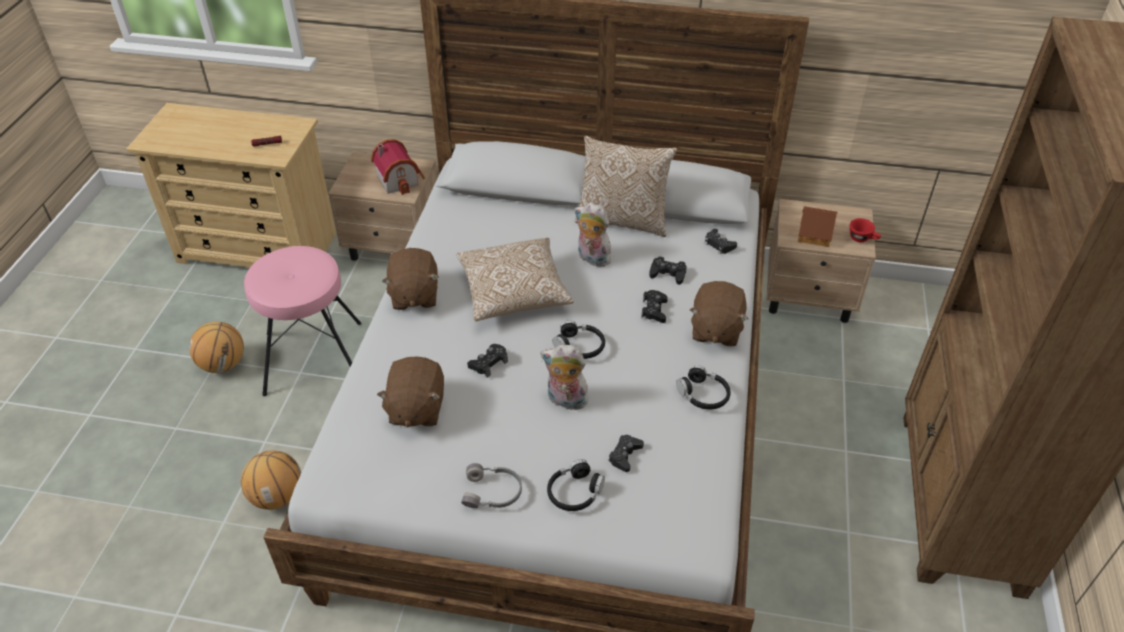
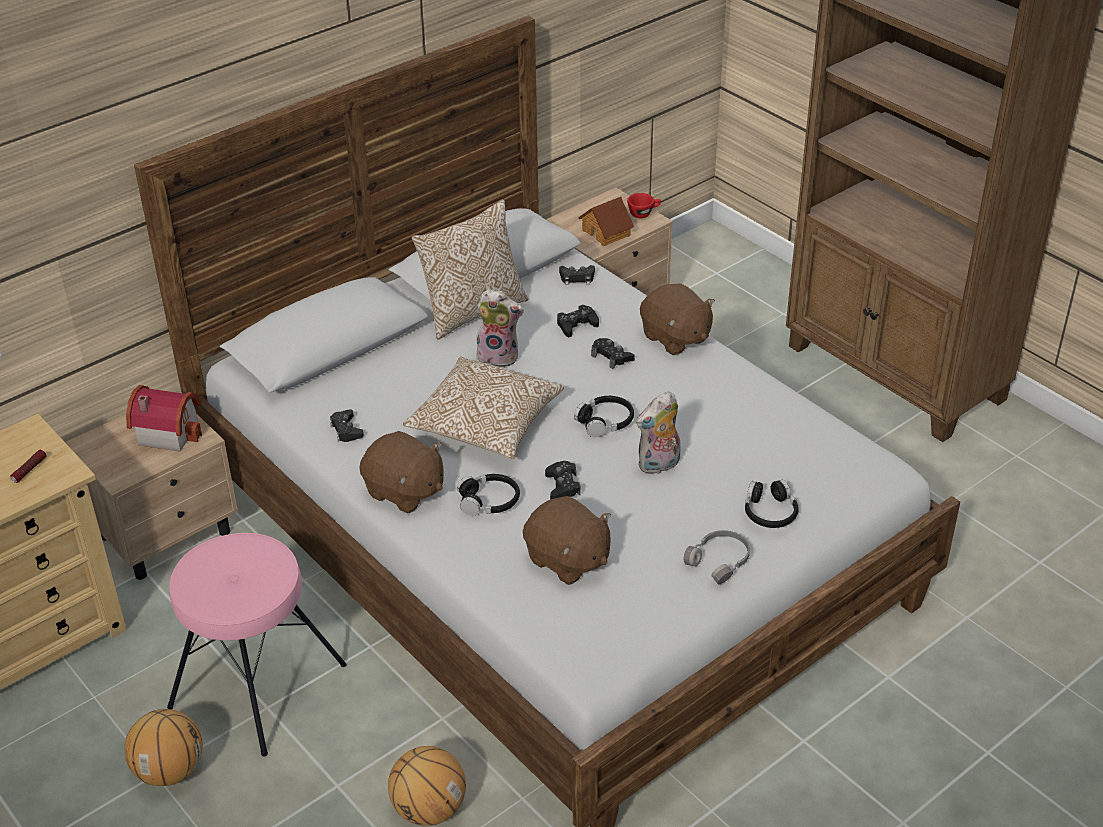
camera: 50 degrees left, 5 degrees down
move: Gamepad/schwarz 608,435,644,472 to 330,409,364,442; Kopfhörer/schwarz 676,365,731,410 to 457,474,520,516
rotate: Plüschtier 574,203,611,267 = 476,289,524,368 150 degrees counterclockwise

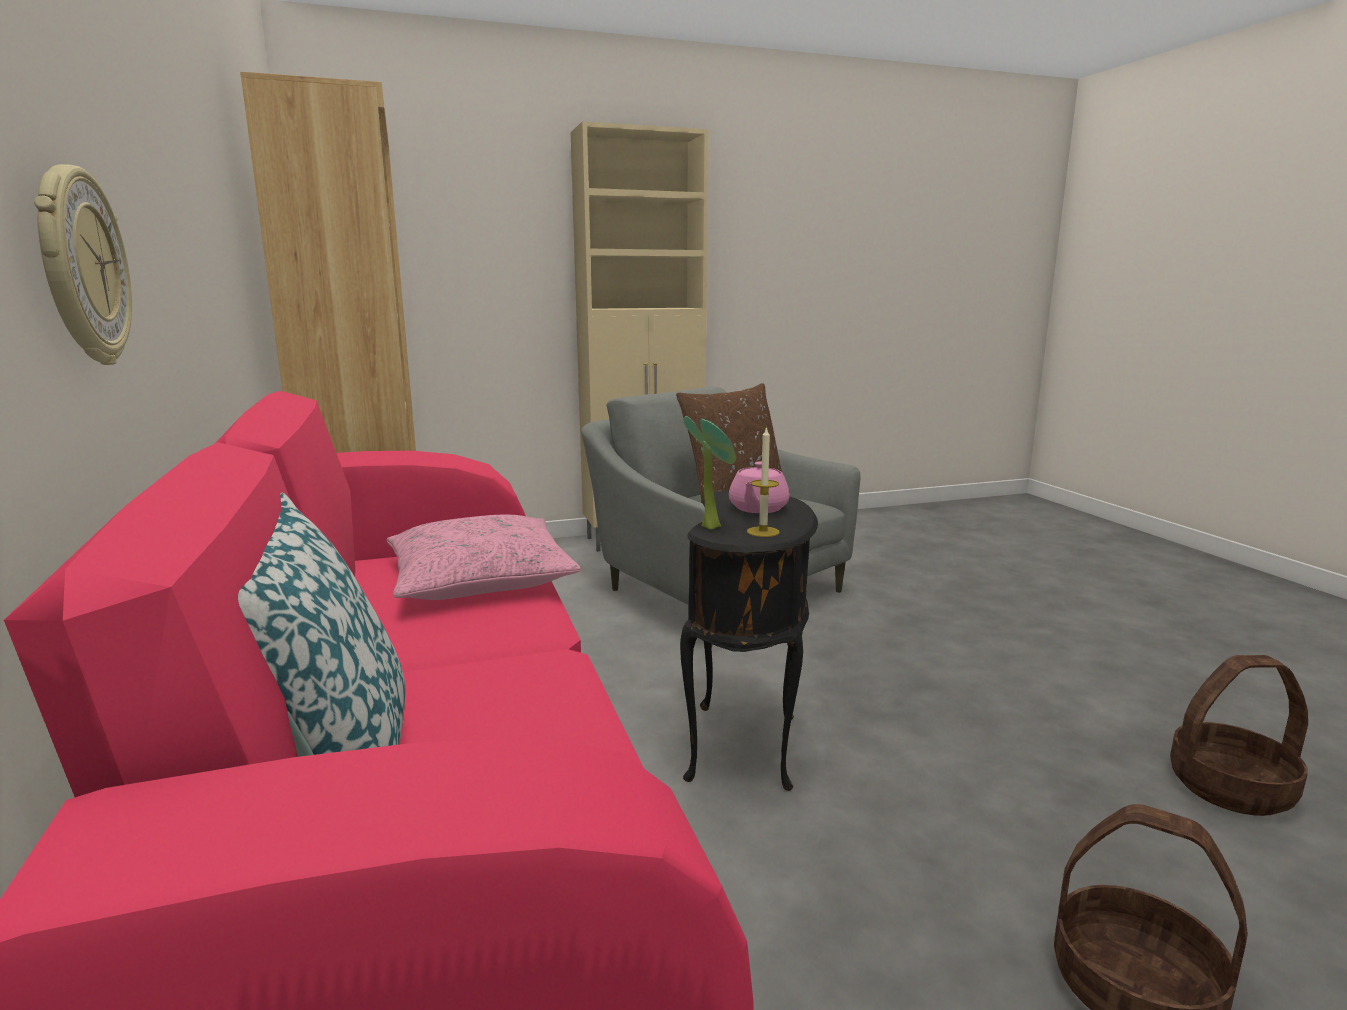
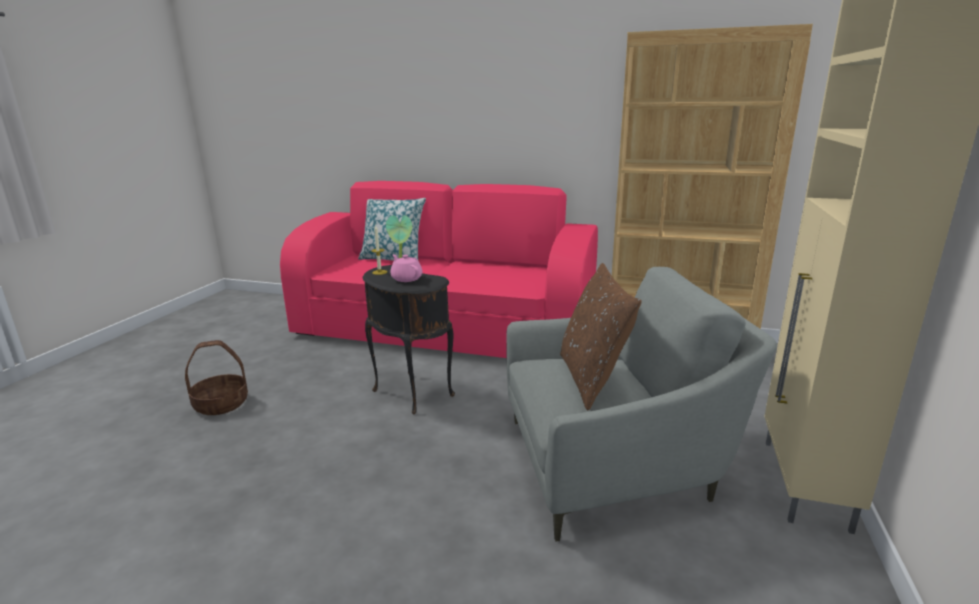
camera: 125 degrees right, 5 degrees up
delete: Wanduhr 34,164,132,365; Kissen/rosa 386,514,581,600; Korb 1170,655,1308,816

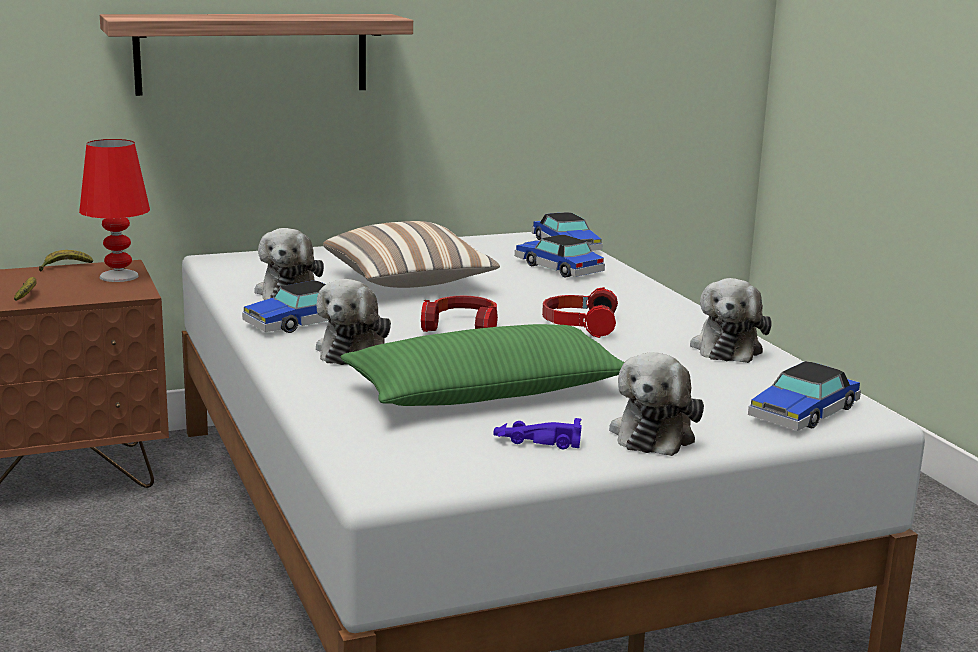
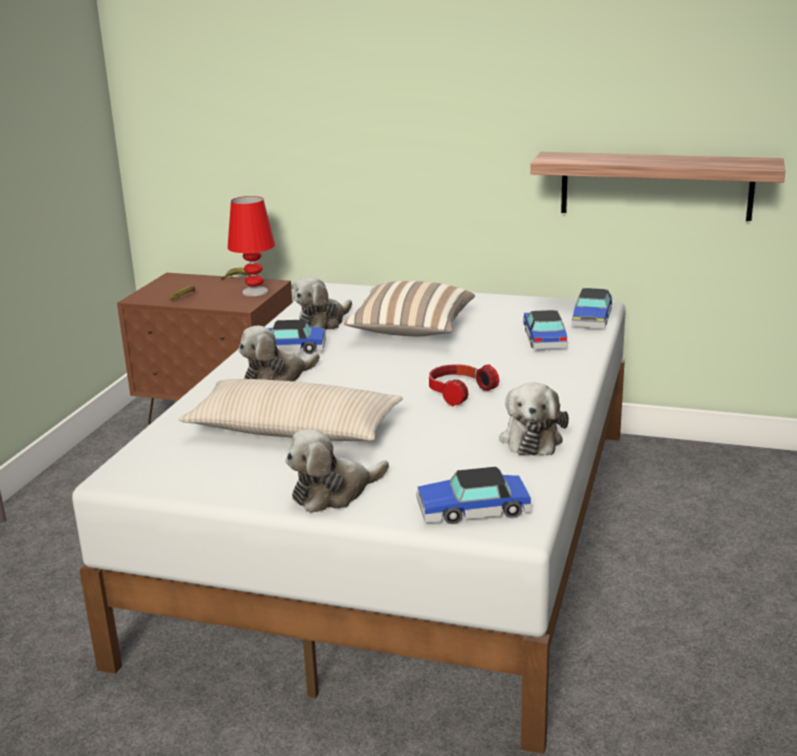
camera: 40 degrees right, 5 degrees up
delete: Kopfhörer 421,295,498,332; Spielzeugauto/lila 493,418,582,449
move: Wandregal 100,14,413,96 to 530,152,785,221
recolor: Kissen/grün 341,324,624,406 to Kissen/beige 178,379,403,441
rotate: Plüschtier 690,278,772,363 = 499,383,569,455 45 degrees counterclockwise

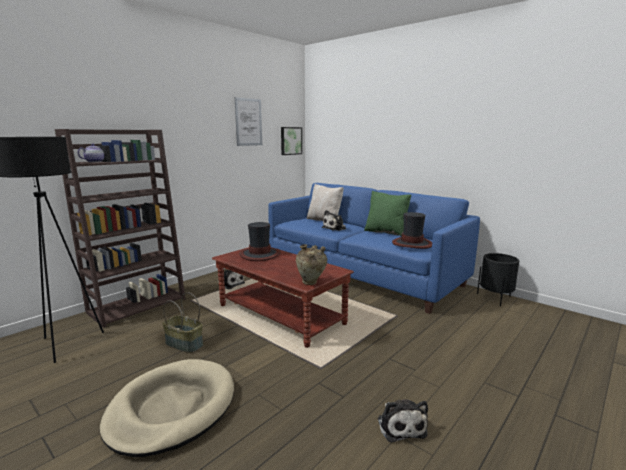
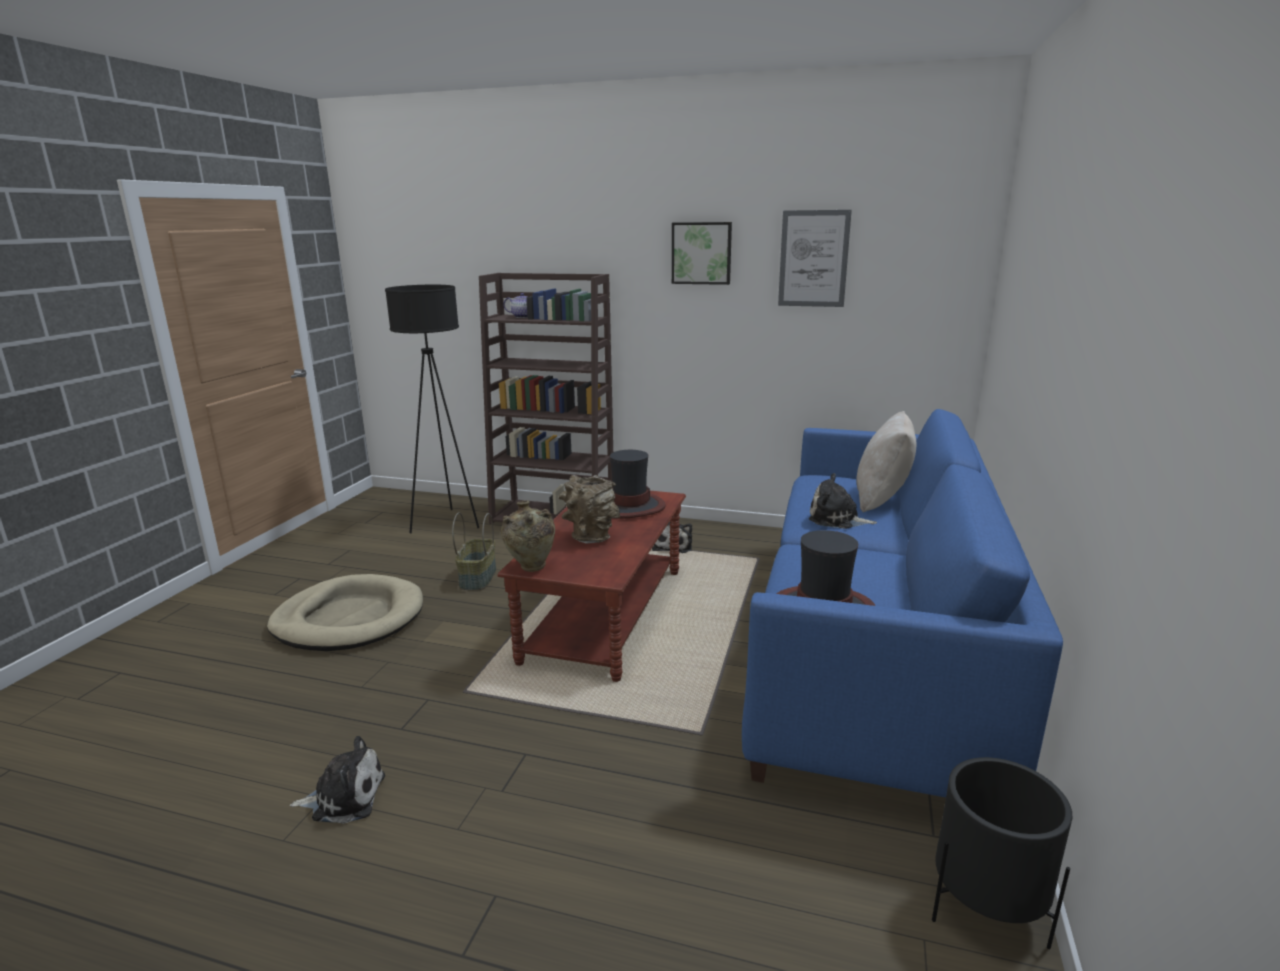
camera: 65 degrees right, 5 degrees up
delete: Kissen/grün 364,191,411,236
insert: Vase/braun 558,475,620,544
move: Bild 281,127,302,155 to 672,222,732,285
rotate: Plüschtier 378,399,428,442 = 290,736,385,824 150 degrees counterclockwise

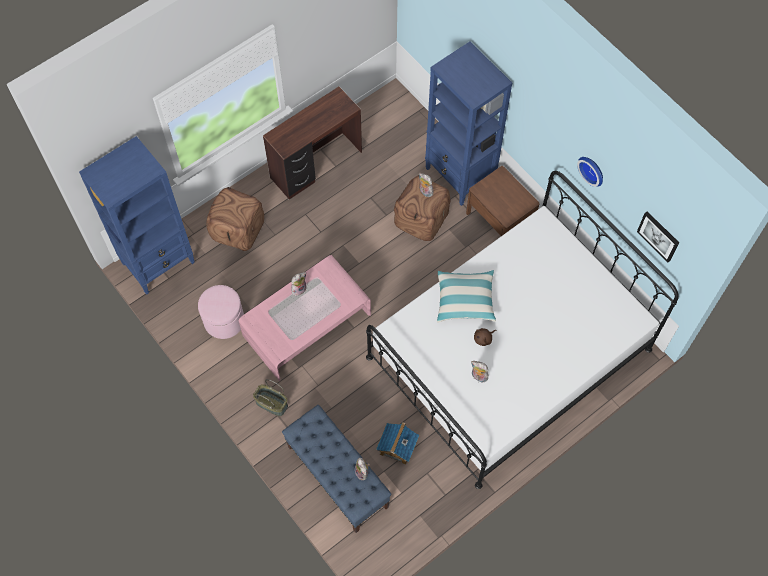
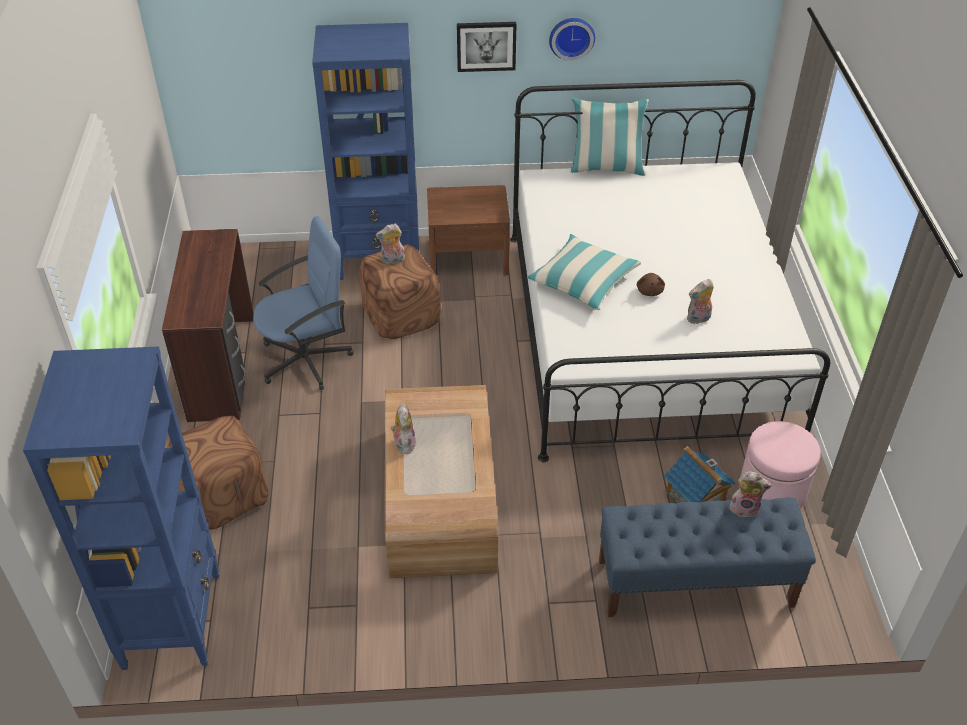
camera: 55 degrees left, 20 degrees down
delete: Korb 253,379,288,416
insert: Bürostuhl/blau 253,216,354,390; Kissen 571,98,649,176
move: Bild 637,211,679,262 to 457,22,516,72; Polsterhocker/rosa 198,285,244,339 to 739,421,821,508
recolor: Couchtisch/rosa 239,255,371,381 to Couchtisch/braun 385,385,498,578

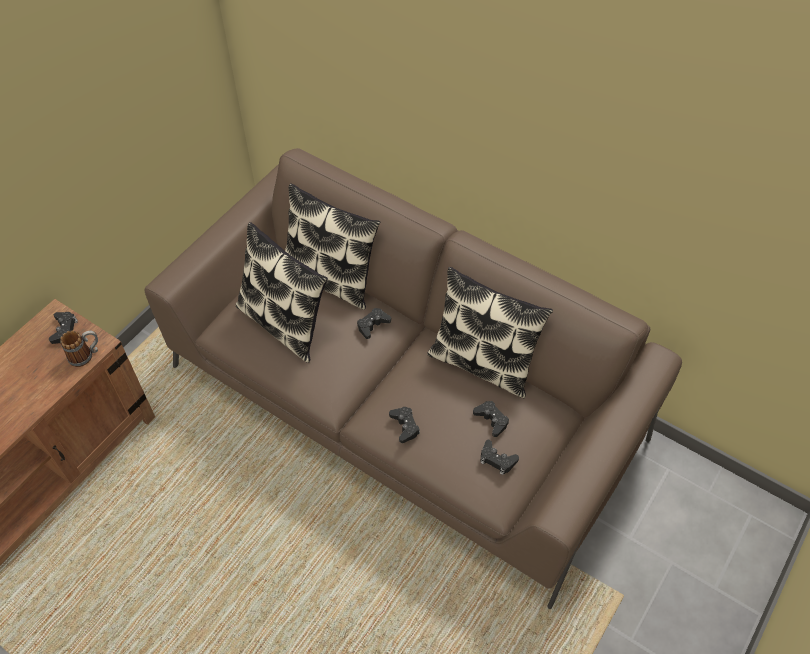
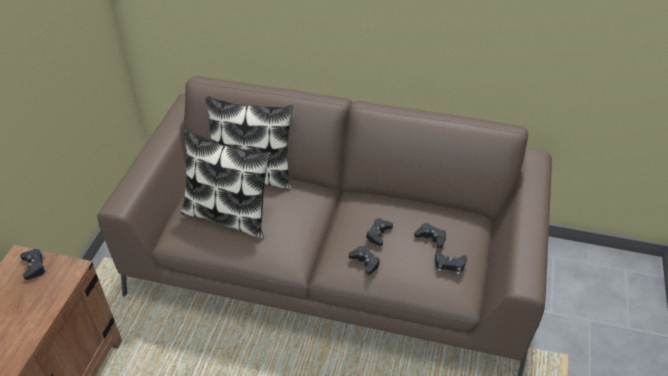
camera: 20 degrees left, 10 degrees down
delete: Henkelbecher 60,330,98,367; Kissen 427,267,553,398
move: Gamepad/schwarz 357,308,391,339 to 366,218,393,246

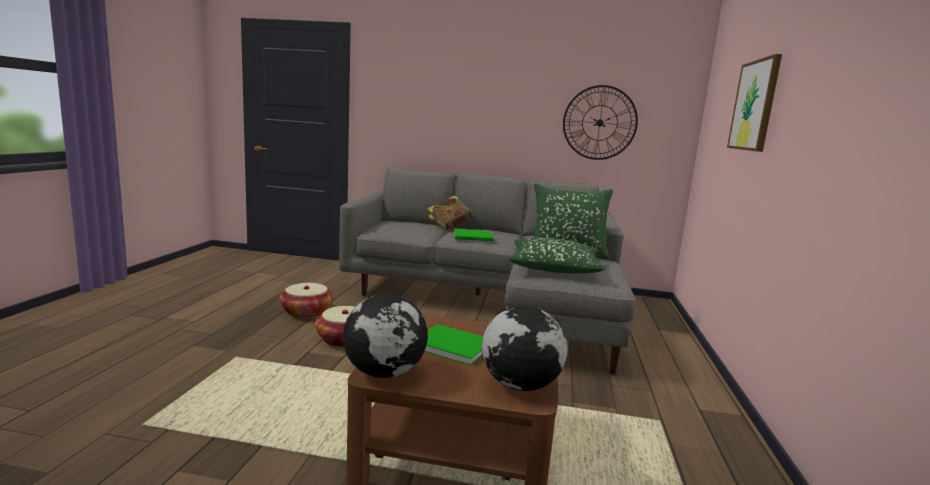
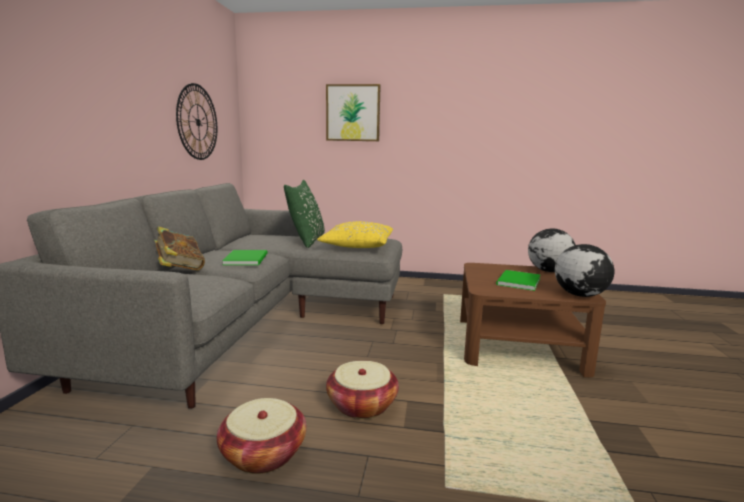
camera: 90 degrees left, 0 degrees up
recolor: Kissen/grün 508,238,605,274 to Kissen/gelb 317,221,393,248

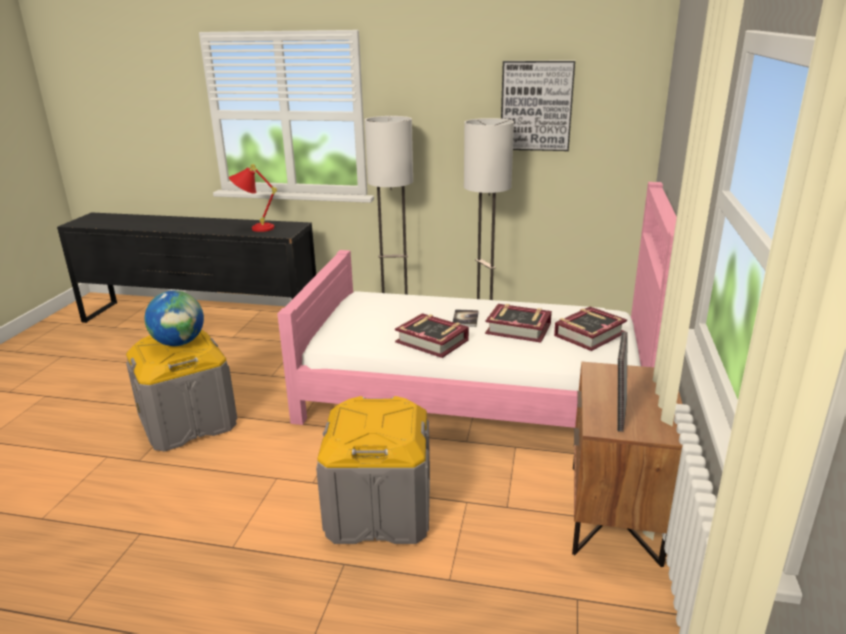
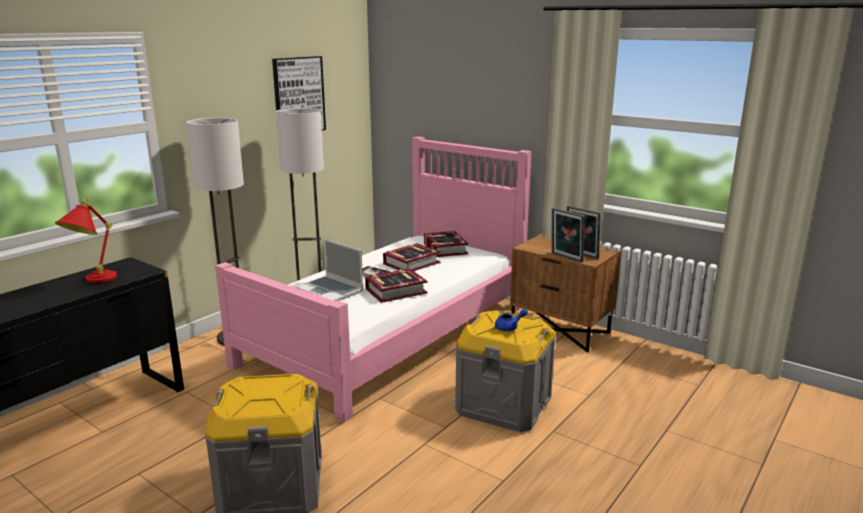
camera: 65 degrees left, 5 degrees down
delete: Globus 145,291,204,346
insert: Laptop 296,239,364,301; Teekanne/blau 495,308,528,331; Bilderrahmen 552,208,584,262

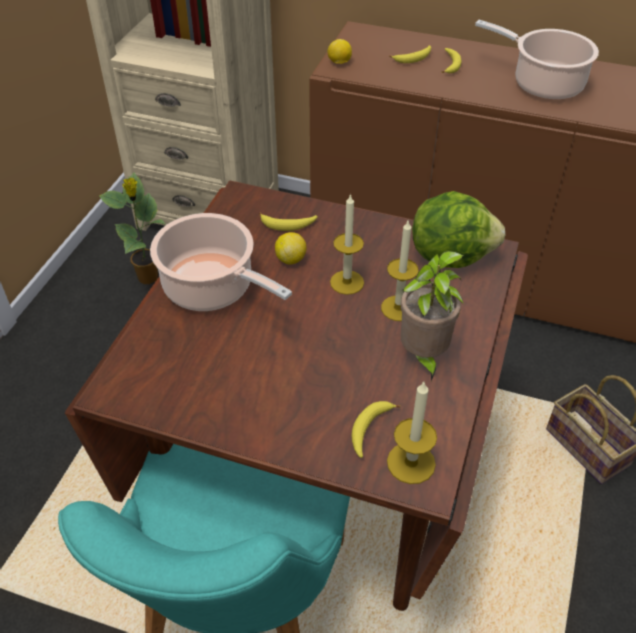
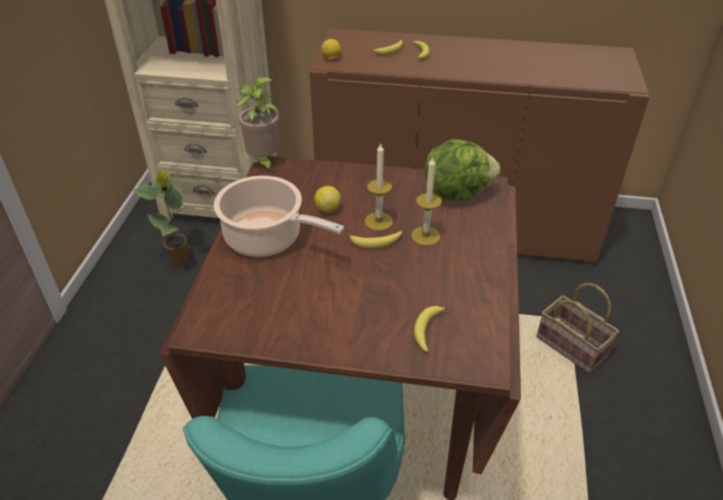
camera: 10 degrees left, 5 degrees down
delete: Kerze 387,382,437,484; Kochtopf 475,20,599,100
move: Topfpflanze 401,251,464,381 to 236,77,279,174; Banane 259,212,318,231 to 348,231,402,249

